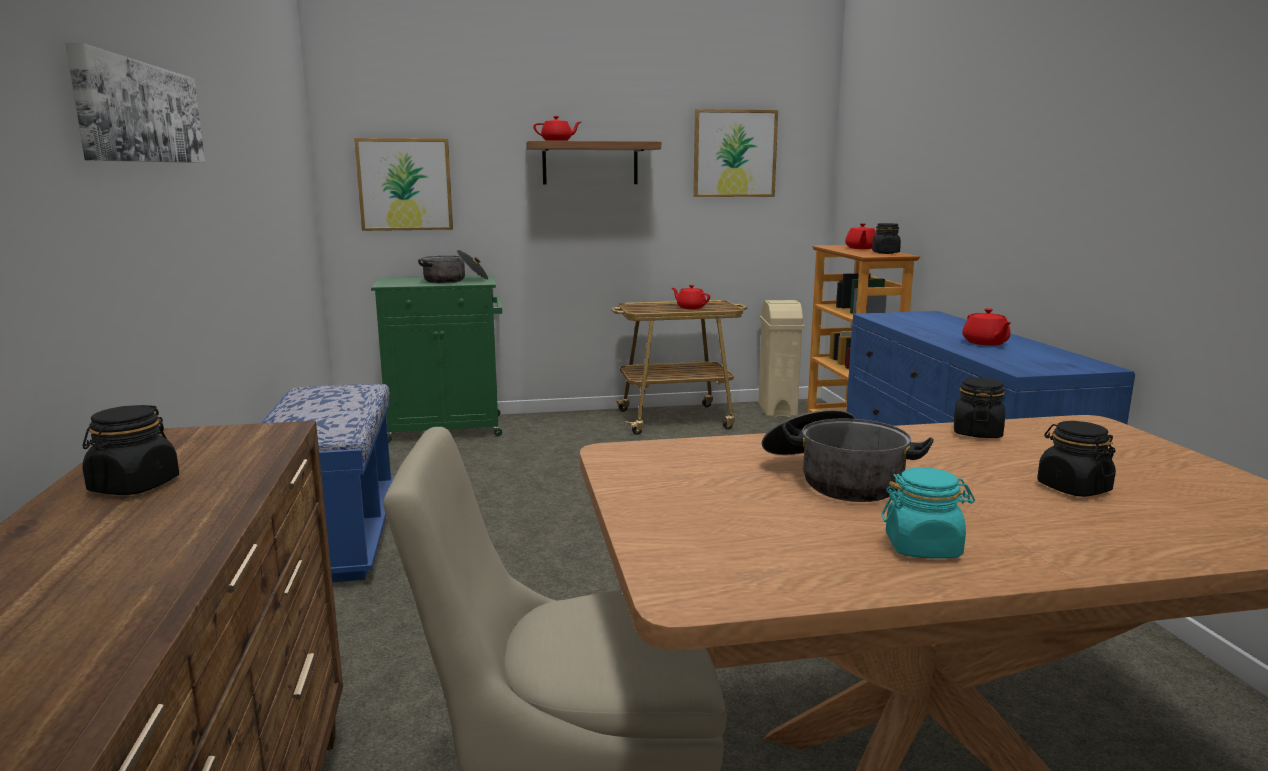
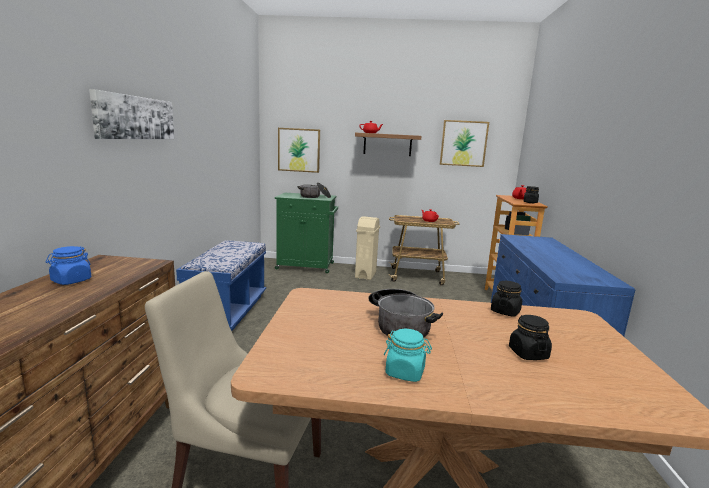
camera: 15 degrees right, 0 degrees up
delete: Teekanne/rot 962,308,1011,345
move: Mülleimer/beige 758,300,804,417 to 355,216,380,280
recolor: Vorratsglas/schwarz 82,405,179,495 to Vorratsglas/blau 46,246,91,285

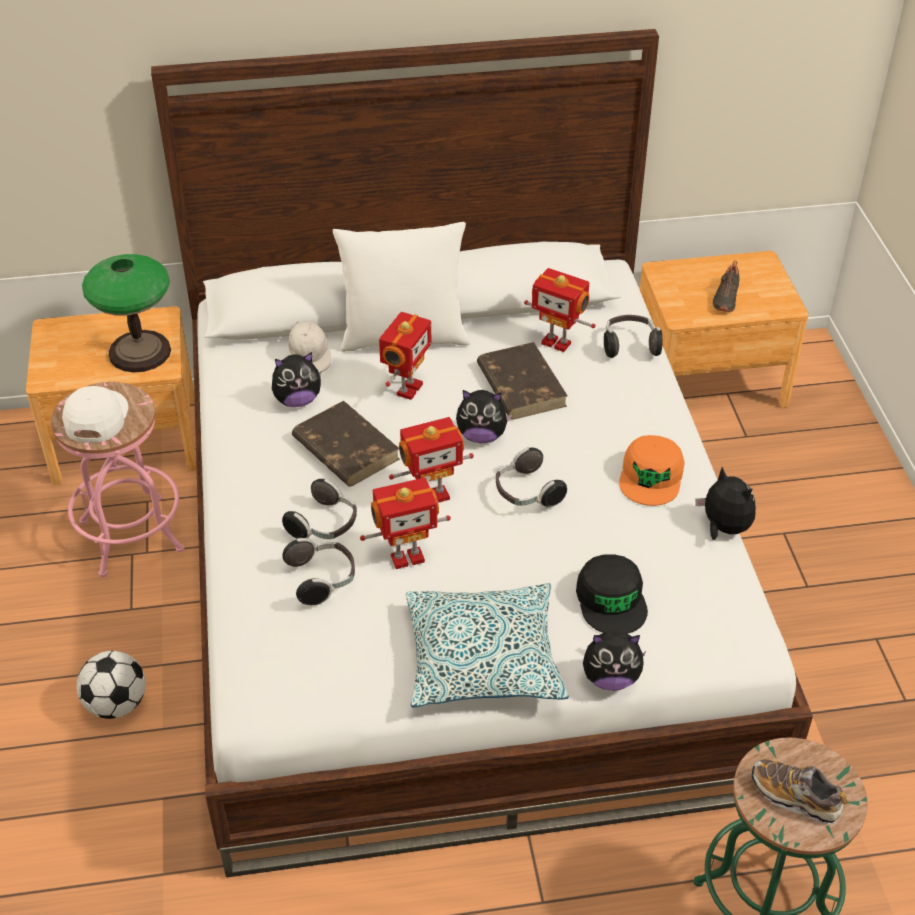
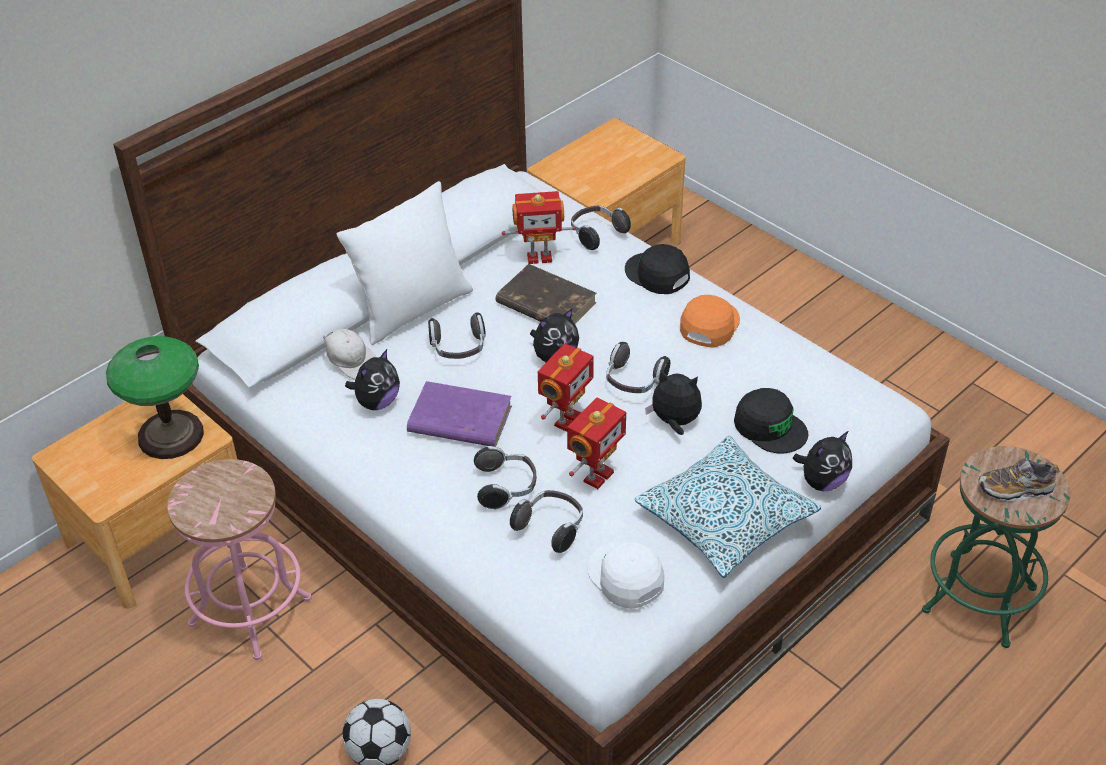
camera: 35 degrees left, 0 degrees up
delete: Schuh/schwarz 713,260,739,312
insert: Kappe/schwarz 625,244,690,294
move: Kappe/weiß 62,386,128,443 to 587,541,664,609; Plüschtier 695,467,756,540 to 645,370,702,435
replace: Spielzeugroboter 379,312,432,400 to Kopfhörer 428,312,486,359
recolor: Buch/braun 292,401,400,487 to Buch/lila 407,381,512,447
rotate: Kappe/orange 619,435,685,506 = 680,295,740,347 135 degrees counterclockwise

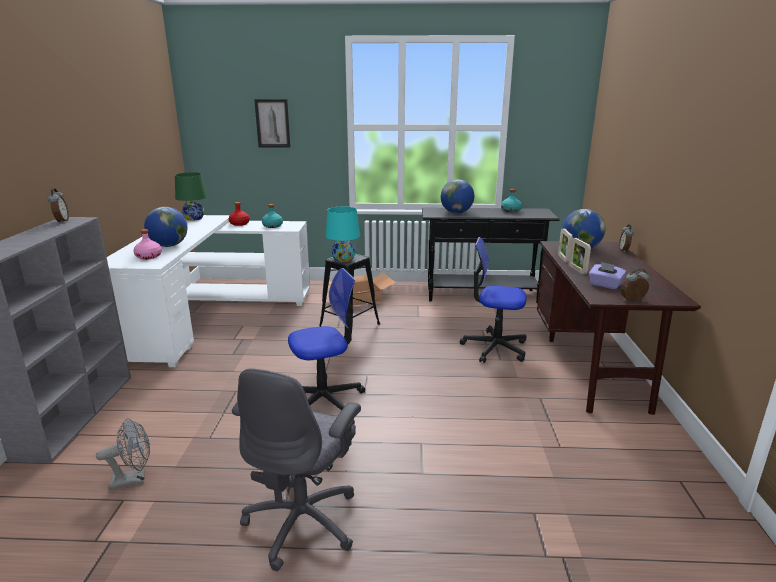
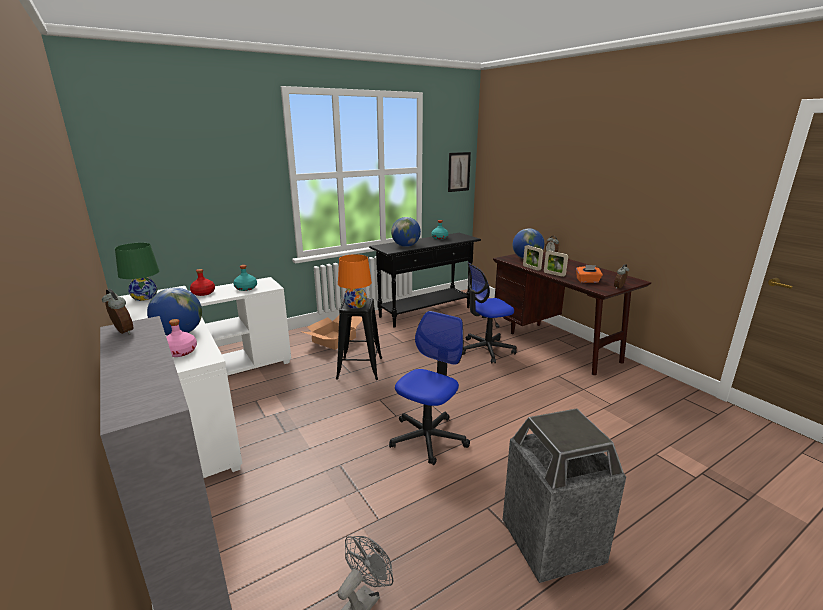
camera: 35 degrees left, 0 degrees up
move: Bild 254,99,290,148 to 448,152,471,192
replace: Bürostuhl/grau 232,369,361,571 to Mülleimer 503,408,626,583
recolor: Tischlampe/türkis 326,207,360,262 to Tischlampe/orange 338,254,372,309; Taschentuchbox/lila 589,262,626,289 to Taschentuchbox/orange 576,265,603,283

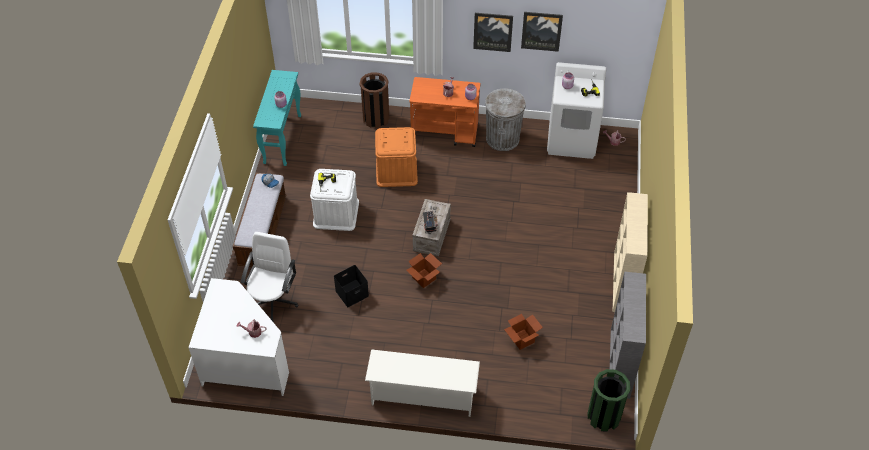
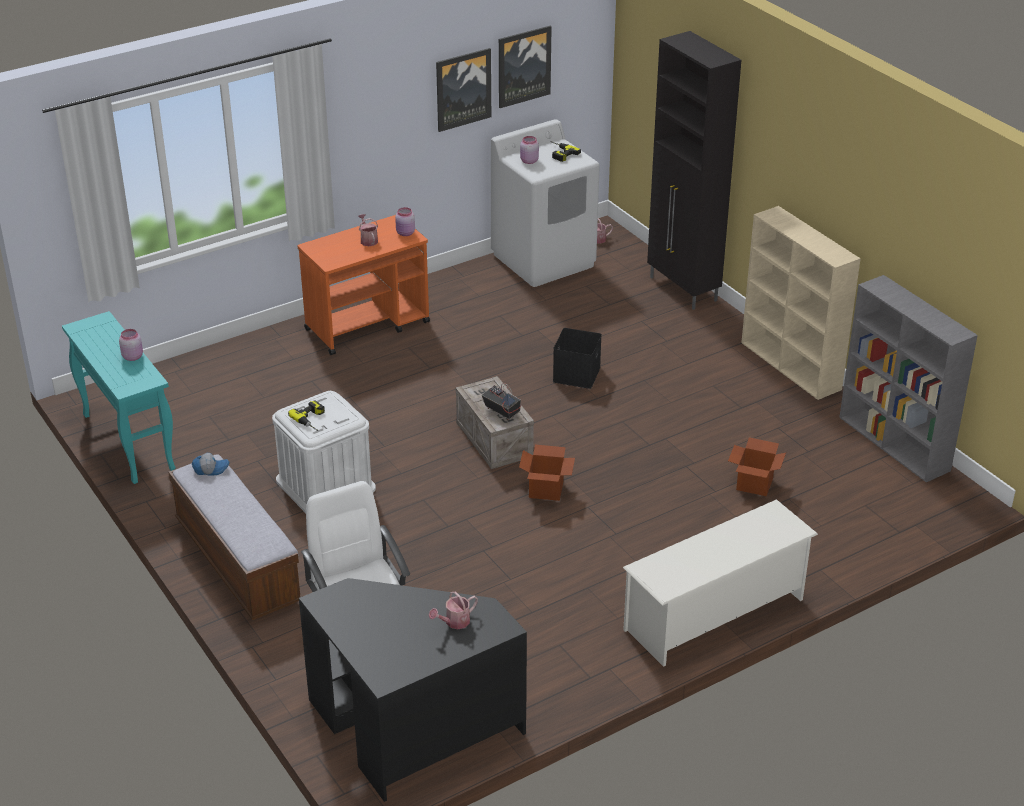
camera: 40 degrees left, 15 degrees down
delete: Mülleimer/braun 360,72,390,128; Aufbewahrungsbox/orange 375,127,418,187; Mülleimer/grau 485,88,526,151; Mülleimer/grün 588,369,630,432
insert: Schrank/schwarz 647,31,741,310
move: Bild 473,13,513,52 to 499,26,552,108; Aufbewahrungsbox/schwarz 334,265,369,307 to 553,328,602,389
recolor: Schreibtisch/weiß 188,278,289,396 to Schreibtisch/schwarz 299,578,527,802

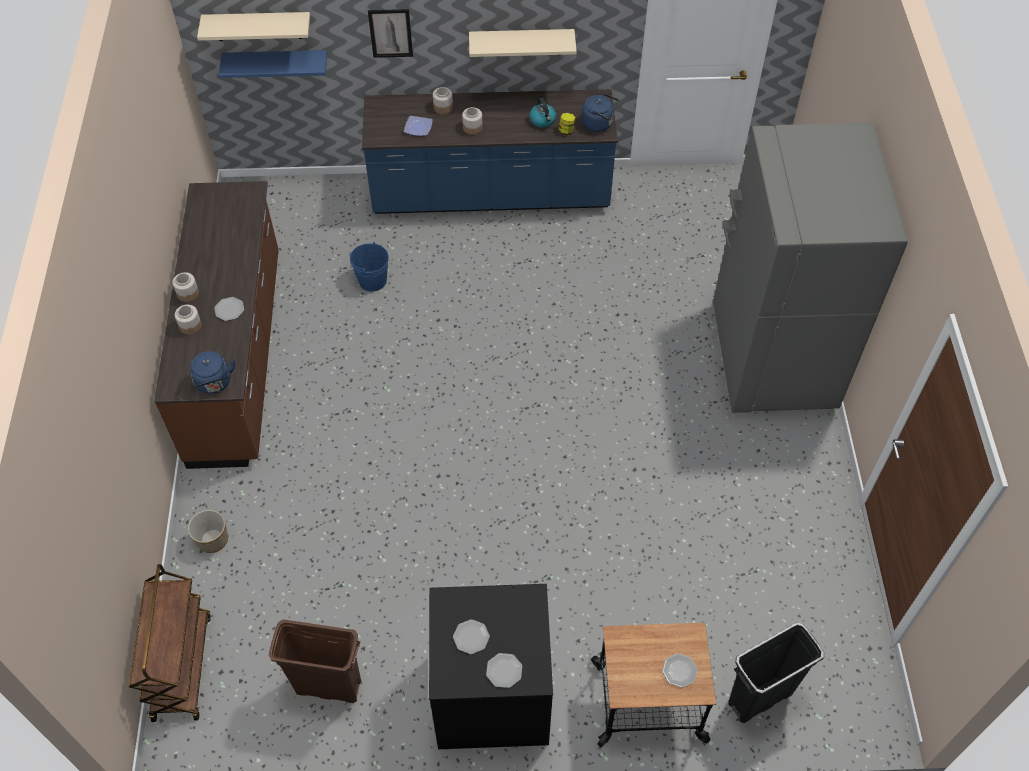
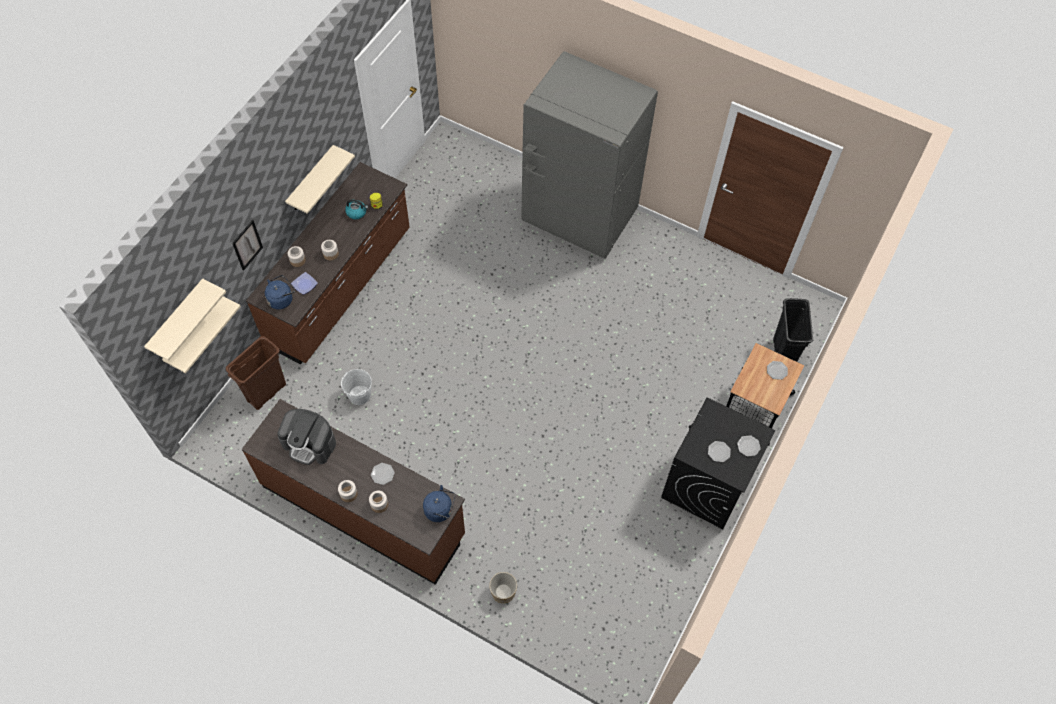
camera: 60 degrees left, 5 degrees up
delete: Rollwagen/braun 129,564,211,722
insert: Kaffeemaschine 277,409,336,465
move: Mülleimer/braun 269,619,361,703 to 226,336,286,410; Wasserkessel/blau 581,93,619,132 to 265,275,295,310
recolor: Wandregal/blau 218,50,327,78 to Wandregal/beige 162,296,241,373; Küchenzeile/blau 362,89,618,214 to Küchenzeile/braun 246,162,410,365; Eimer/blau 350,242,389,292 to Eimer/weiß 341,369,372,405

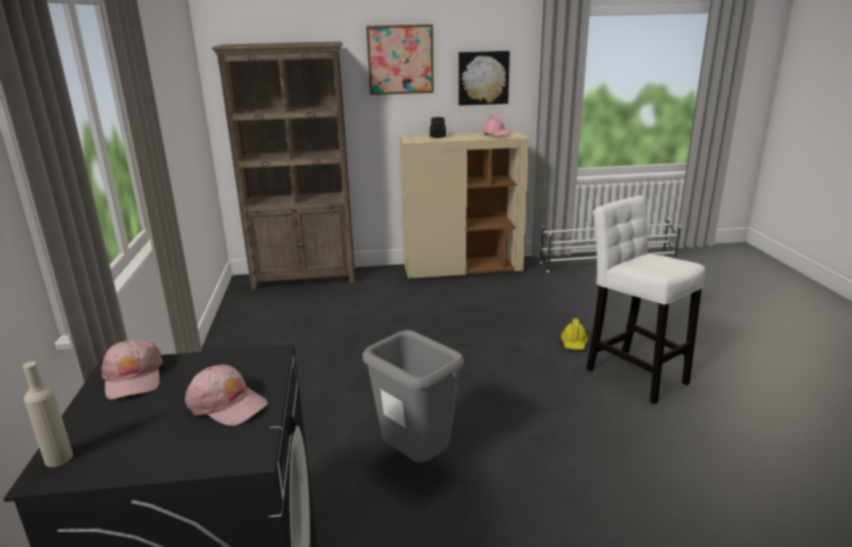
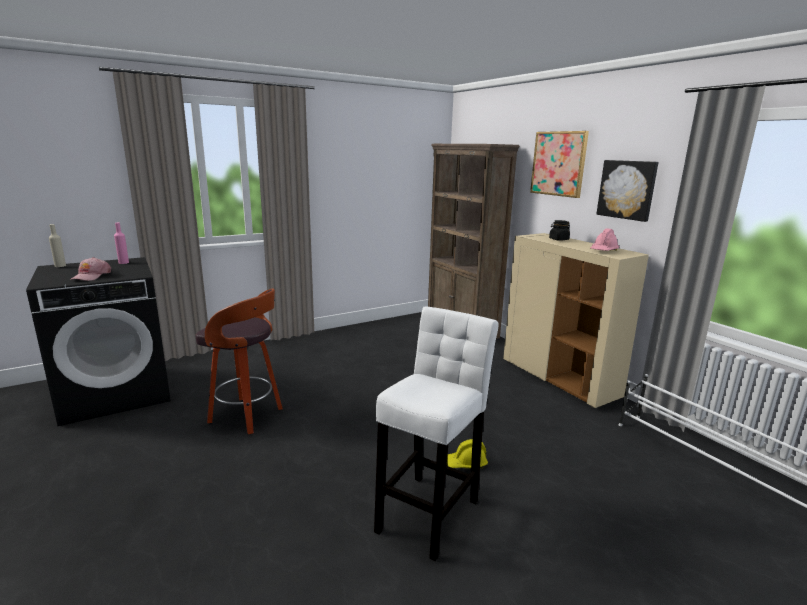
camera: 65 degrees right, 5 degrees down
replace: Kappe/rosa 101,340,163,399 to Flasche/rosa 114,223,129,264; Mülleimer/grau 363,330,464,462 to Hocker 196,288,283,434

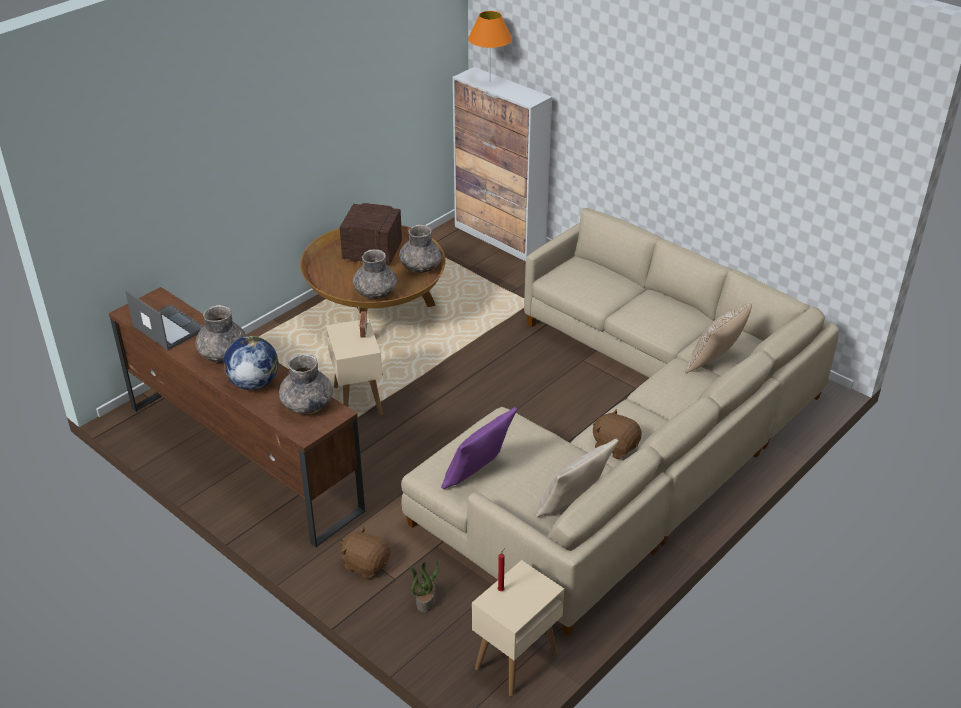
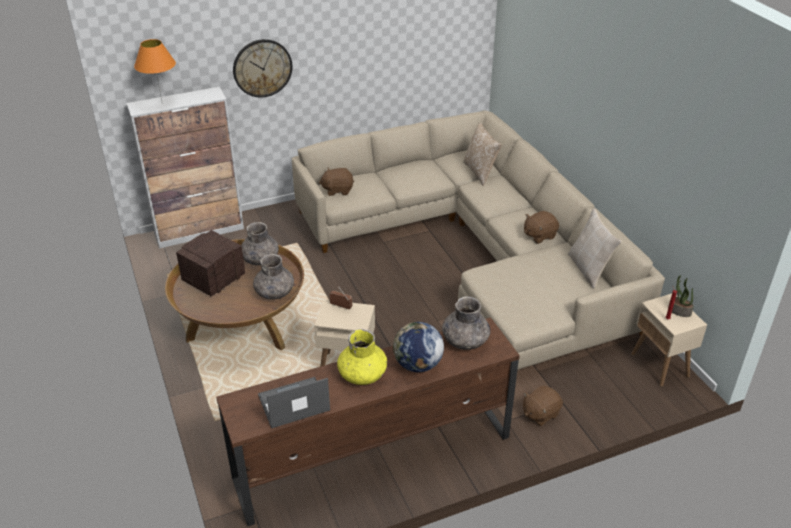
camera: 65 degrees left, 0 degrees up
delete: Kissen/lila 441,407,517,489
insert: Wanduhr 233,39,293,97; Plüschtier/braun 319,168,354,196
move: Topfpflanze 409,560,439,613 to 668,275,694,317
recolor: Vase/grau 195,305,246,363 to Vase/gelb 337,329,387,385

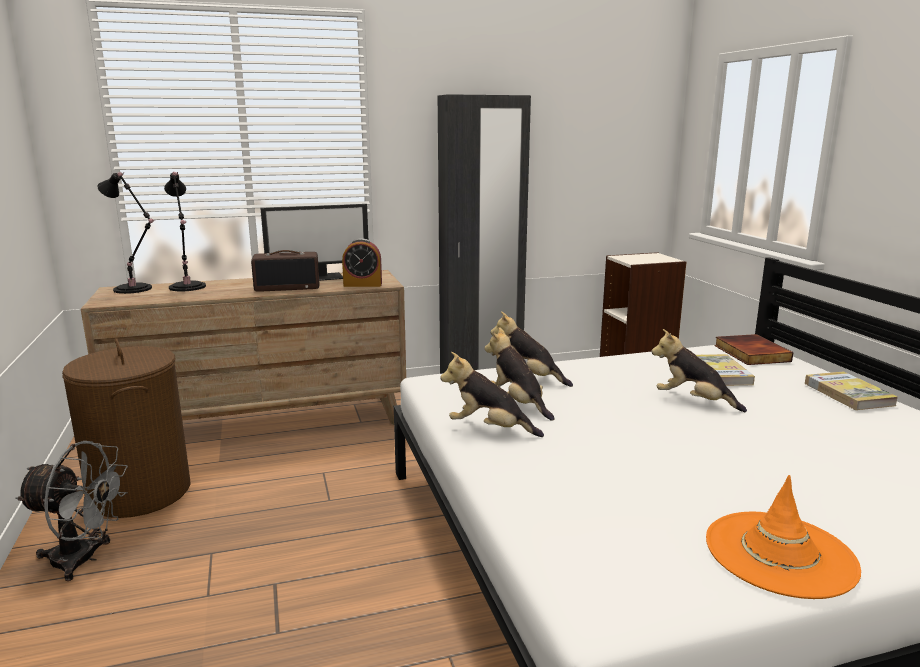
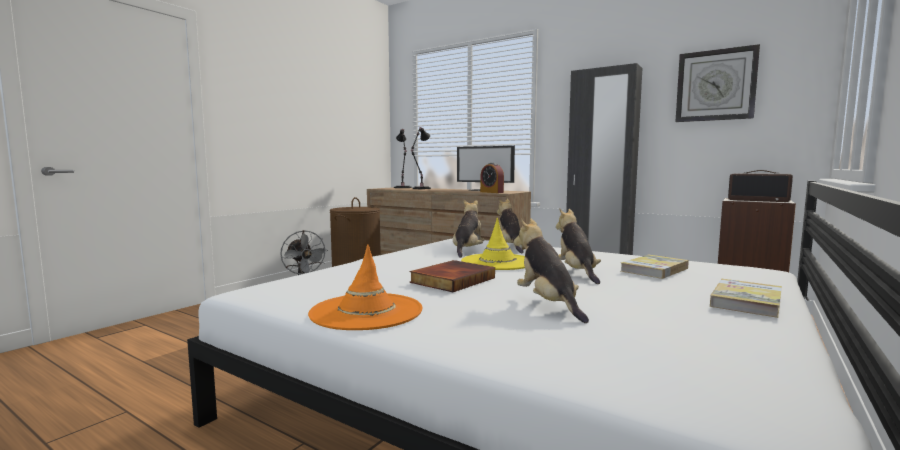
camera: 50 degrees right, 10 degrees down
insert: Hut/gelb 461,218,525,270; Wanduhr 675,44,760,122
move: Buch 714,334,794,365 to 409,260,495,292; Plüschtier 440,352,544,437 to 514,218,589,323; Radio 251,250,319,292 to 728,170,793,202

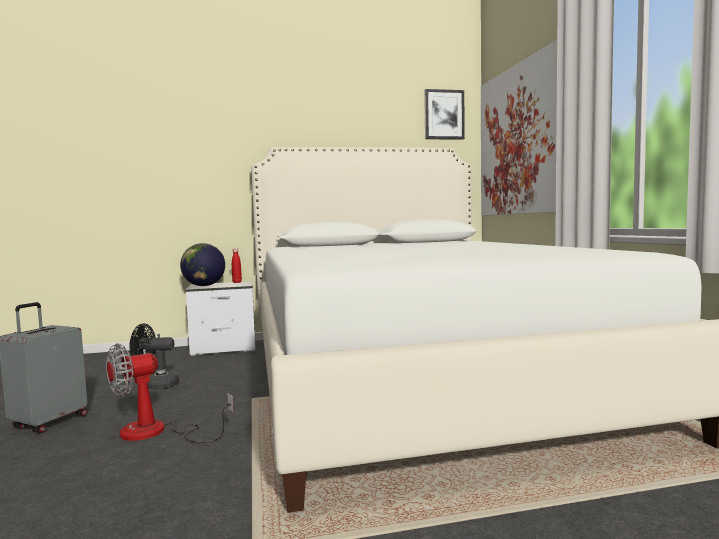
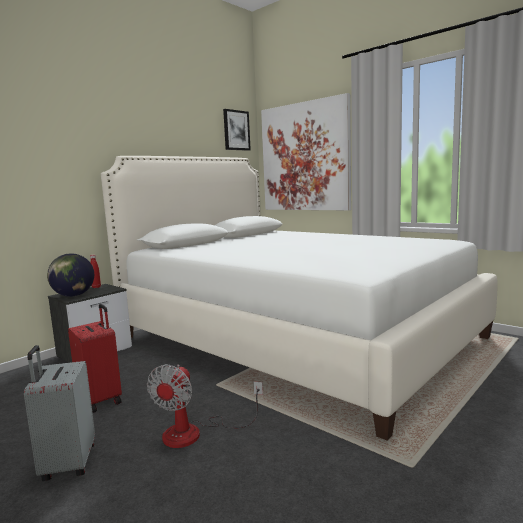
camera: 35 degrees left, 5 degrees up
replace: Ventilator/schwarz 129,323,179,389 to Koffer/rot 68,304,122,413

